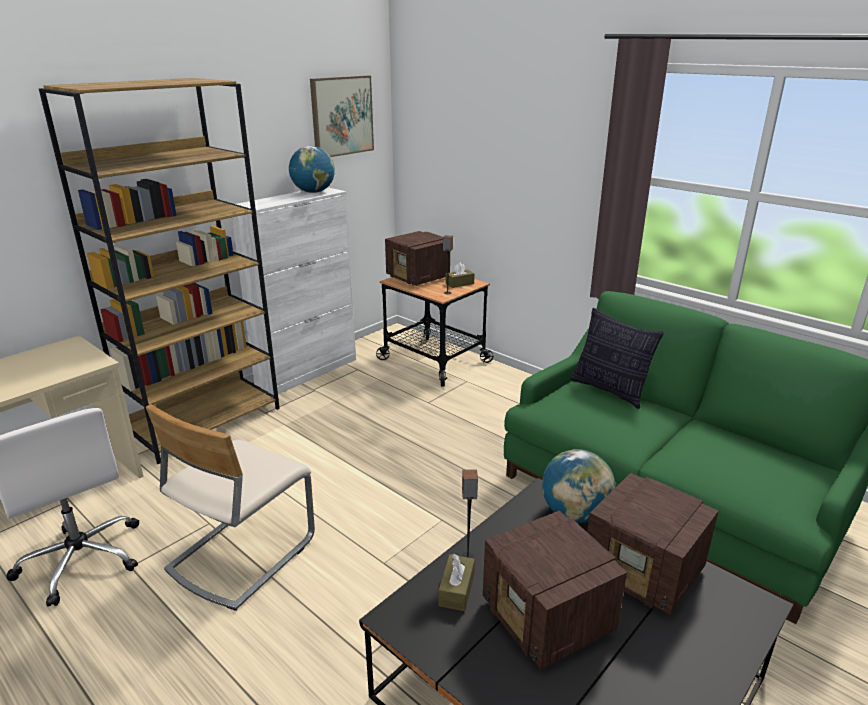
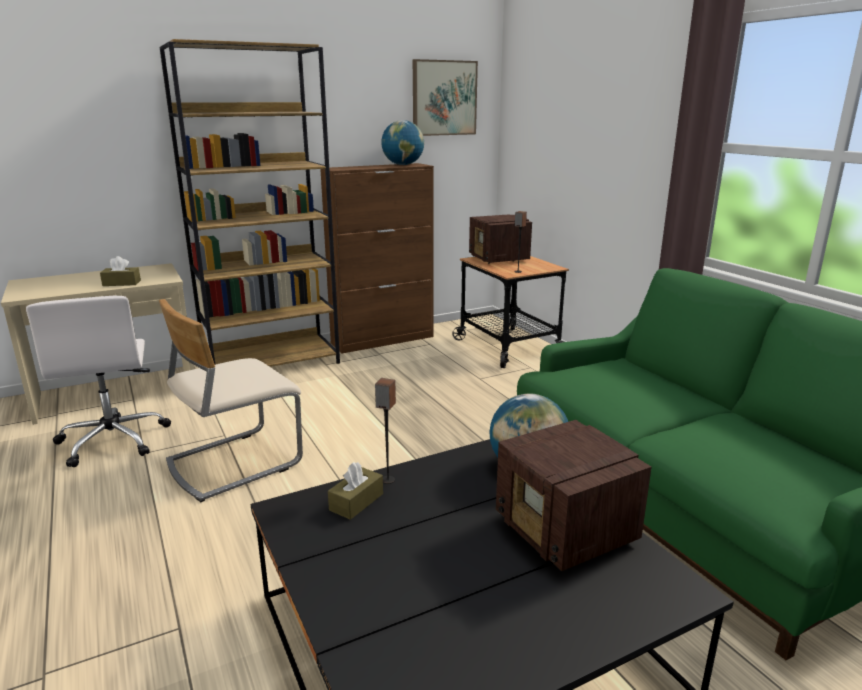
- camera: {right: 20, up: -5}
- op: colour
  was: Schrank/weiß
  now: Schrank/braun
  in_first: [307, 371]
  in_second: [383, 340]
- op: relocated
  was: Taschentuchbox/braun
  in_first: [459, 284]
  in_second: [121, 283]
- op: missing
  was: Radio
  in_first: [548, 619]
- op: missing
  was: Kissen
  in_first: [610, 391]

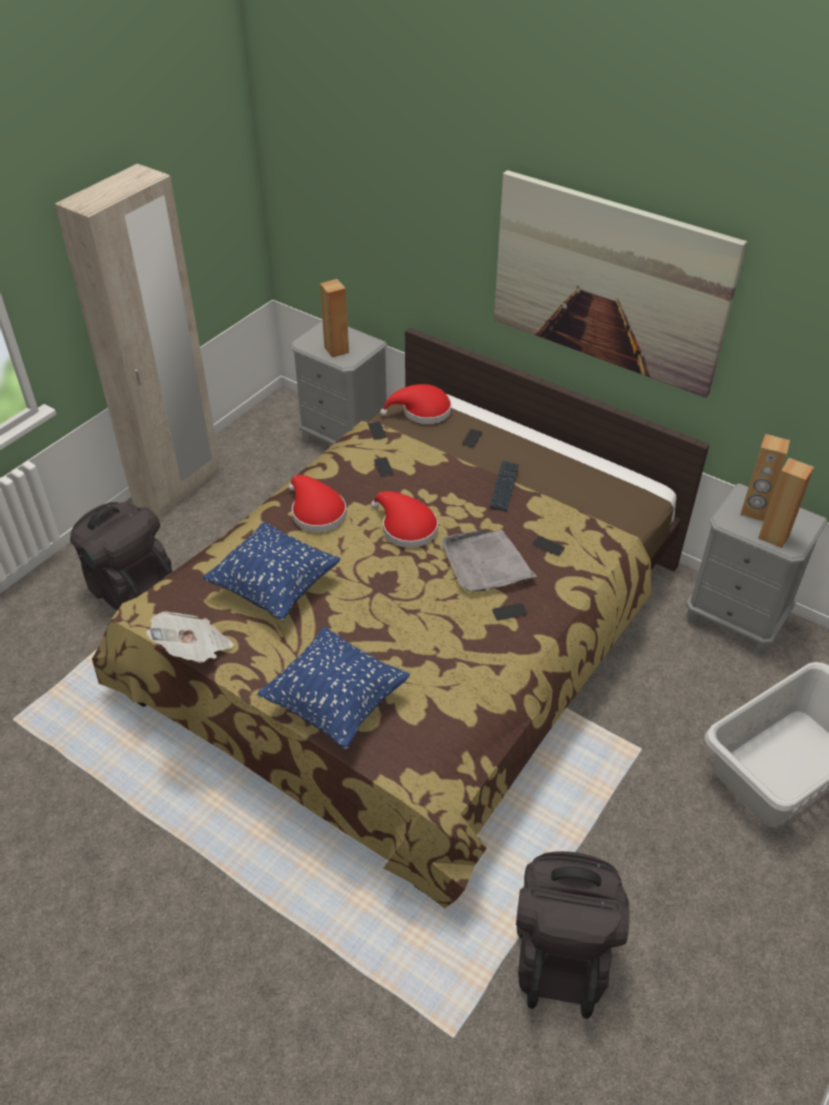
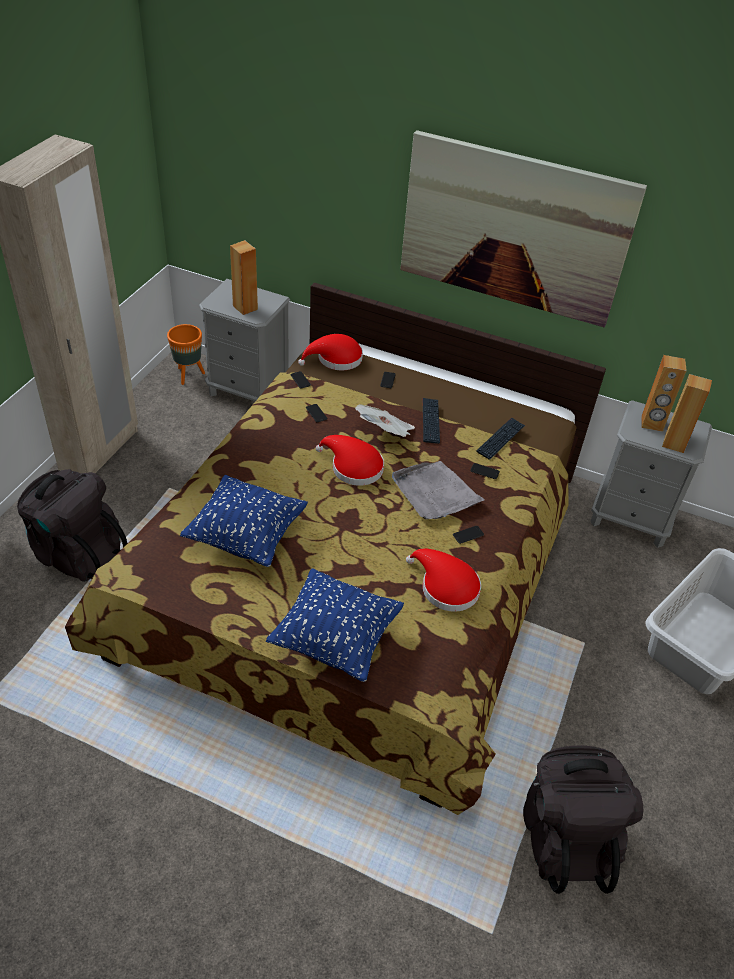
- camera: {right: -15, up: 0}
- op: relocated
  was: Zeitung
  in_first: [194, 650]
  in_second: [385, 433]
- op: relocated
  was: Hut/rot
  in_first: [316, 512]
  in_second: [445, 587]
- op: appeared
  now: Pflanzkübel/orange
  in_second: [188, 375]
- op: appeared
  now: Tastatur
  in_second: [500, 439]

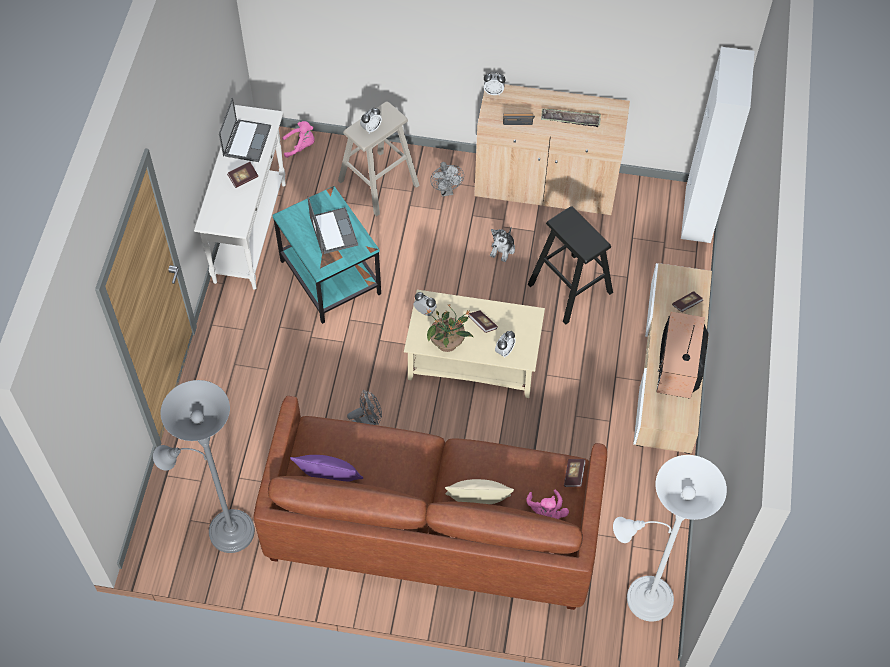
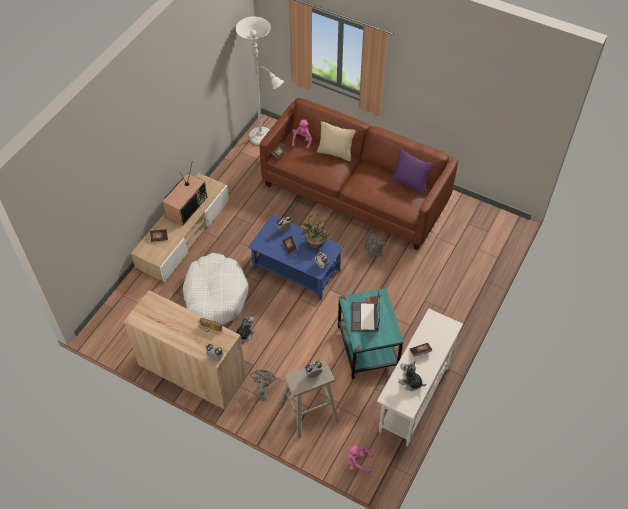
- camera: {right: -160, up: -5}
- op: missing
  was: Stehlampe/grau
  in_first: [225, 531]
- op: exchanged
  was: Laptop
  now: Plüschtier
  in_first: [247, 140]
  in_second: [410, 382]
- op: colour
  was: Couchtisch/beige
  now: Couchtisch/blau
  in_first: [472, 361]
  in_second: [297, 269]
- op: exchanged
  was: Hocker/schwarz
  now: Hundebett/weiß
  in_first: [569, 288]
  in_second: [215, 295]
- op: missing
  was: Tablett
  in_first: [570, 120]
- op: missing
  was: Schrank/weiß
  in_first: [698, 214]

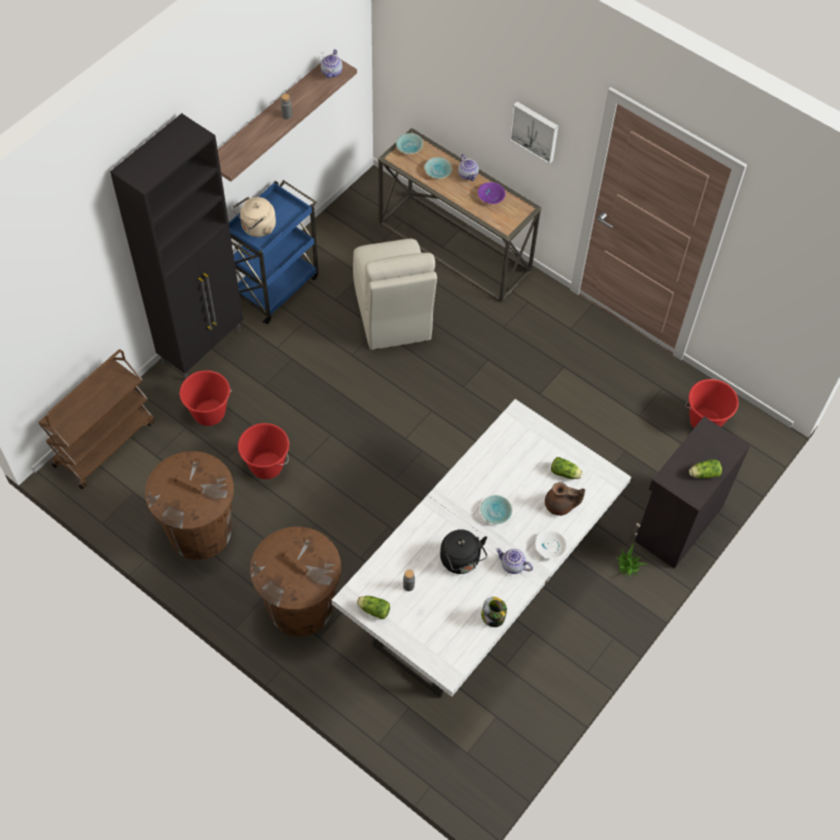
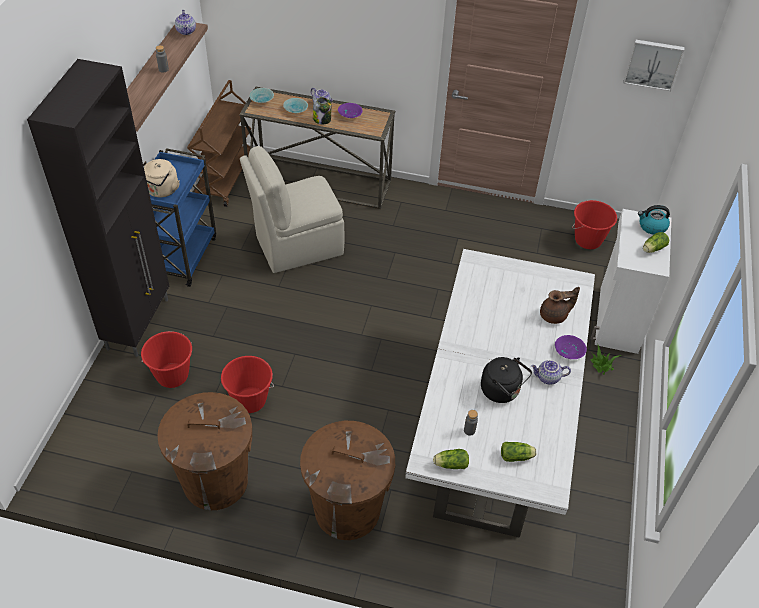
- camera: {right: -25, up: -10}
- op: relocated
  was: Rollwagen/braun
  in_first: [104, 442]
  in_second: [224, 177]
- op: spun
  was: Stuhl/beige
  in_first: [392, 315]
  in_second: [297, 245]
  clockwise: 105
- op: missing
  was: Schüssel/türkis
  in_first: [496, 512]
- op: relocated
  was: Vorratsglas
  in_first: [493, 617]
  in_second: [322, 119]
- op: relocated
  was: Bild
  in_first: [535, 131]
  in_second: [653, 64]
- op: colour
  was: Schüssel/weiß
  now: Schüssel/lila
  in_first: [550, 546]
  in_second: [568, 351]
- op: relocated
  was: Salatkopf
  in_first: [566, 473]
  in_second: [517, 456]
- op: colour
  was: Schrank/schwarz
  now: Schrank/weiß
  in_first: [677, 523]
  in_second: [617, 319]
- op: appeared
  now: Wasserkessel
  in_second: [652, 227]

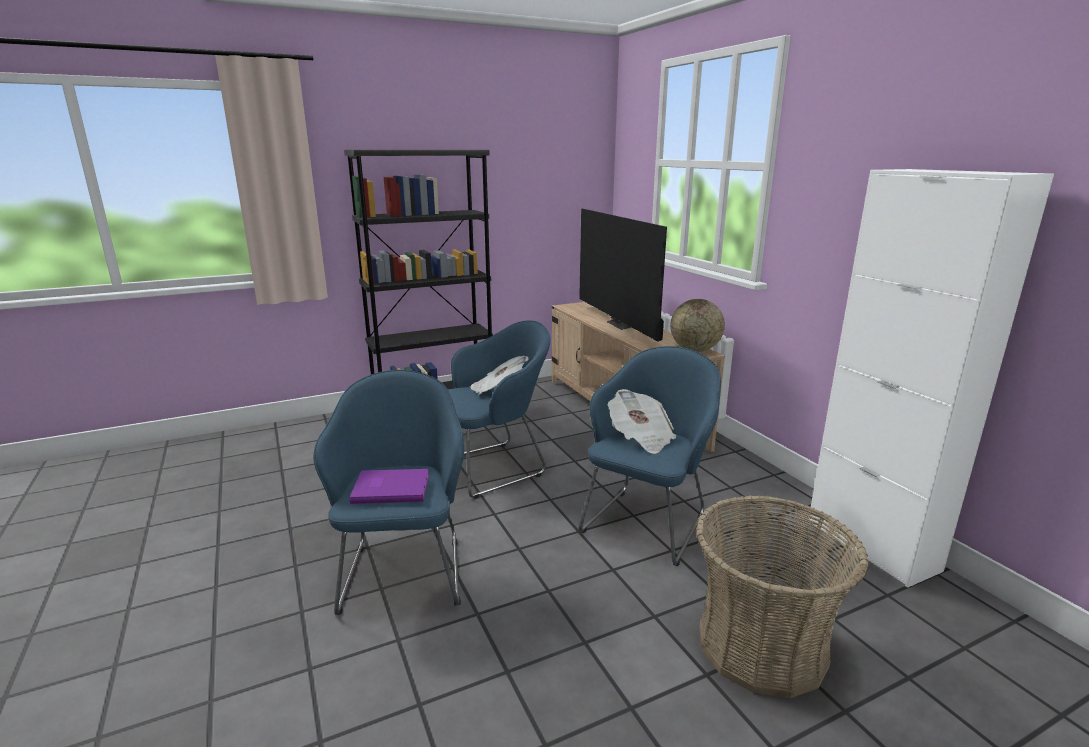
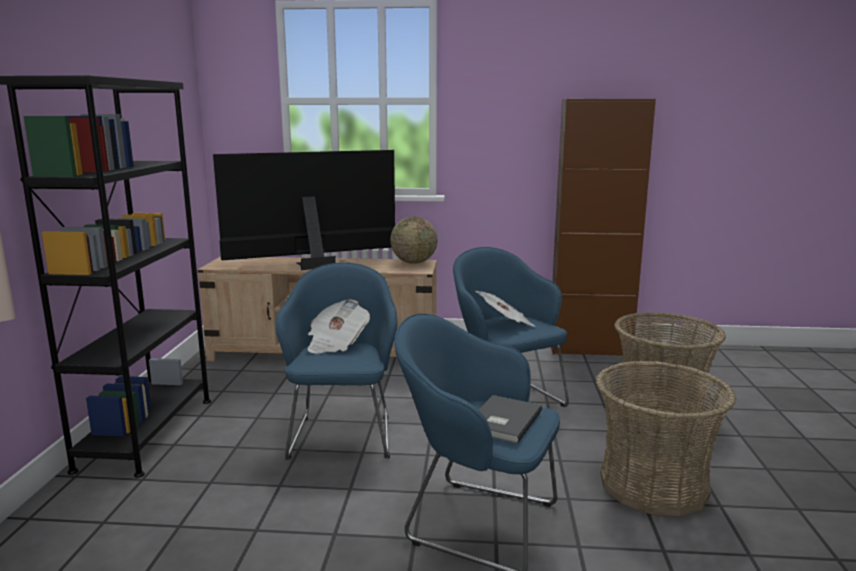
- camera: {right: -60, up: -5}
- op: colour
  was: Buch/lila
  now: Buch/grau
  in_first: [390, 488]
  in_second: [501, 421]
- op: spun
  was: Fernseher
  in_first: [623, 324]
  in_second: [313, 263]
  clockwise: 150
- op: colour
  was: Schrank/weiß
  now: Schrank/braun
  in_first: [871, 545]
  in_second: [589, 349]
- op: appeared
  now: Korb
  in_second: [653, 484]

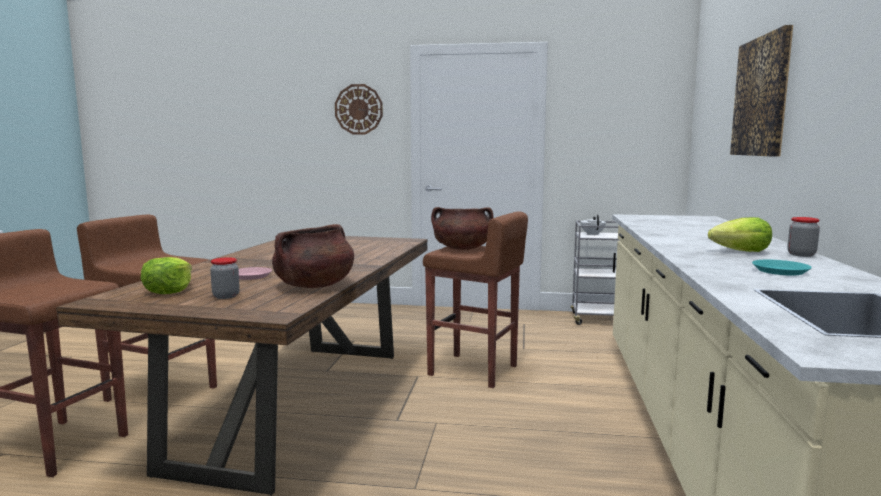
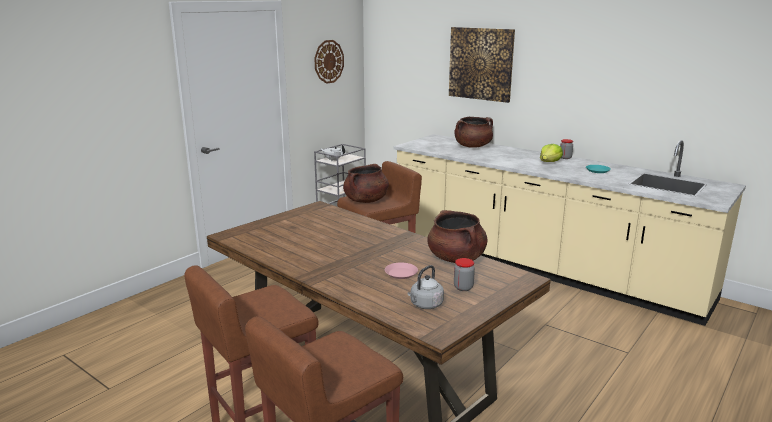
- camera: {right: -60, up: 10}
- op: exchanged
  was: Salatkopf
  now: Wasserkessel/grau
  in_first: [169, 291]
  in_second: [425, 305]
- op: relocated
  was: Wanduhr
  in_first: [358, 109]
  in_second: [328, 61]
- op: appeared
  now: Kochtopf/braun
  in_second: [473, 146]

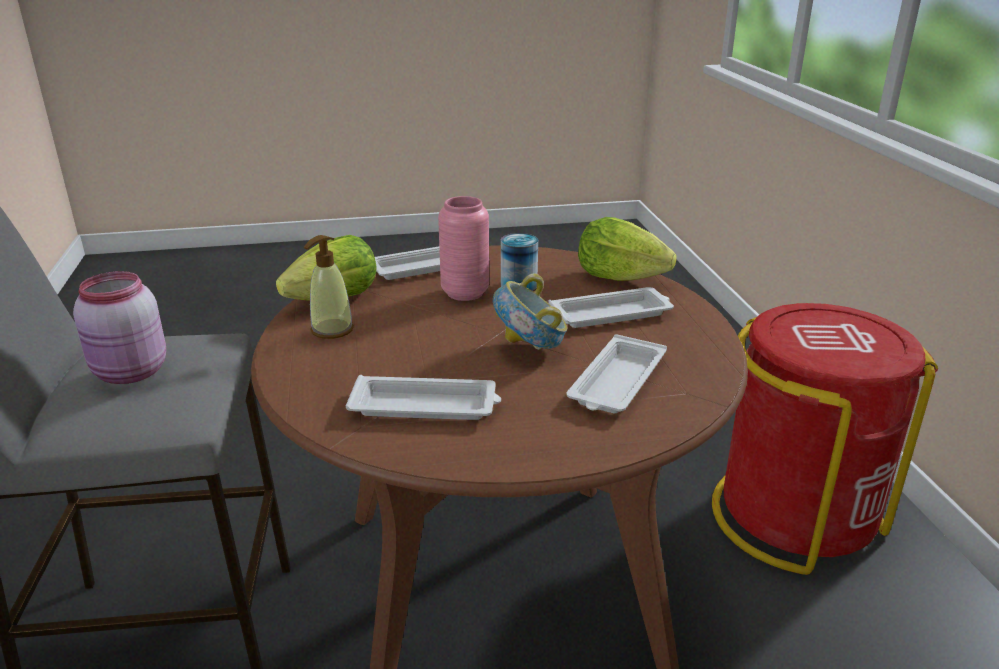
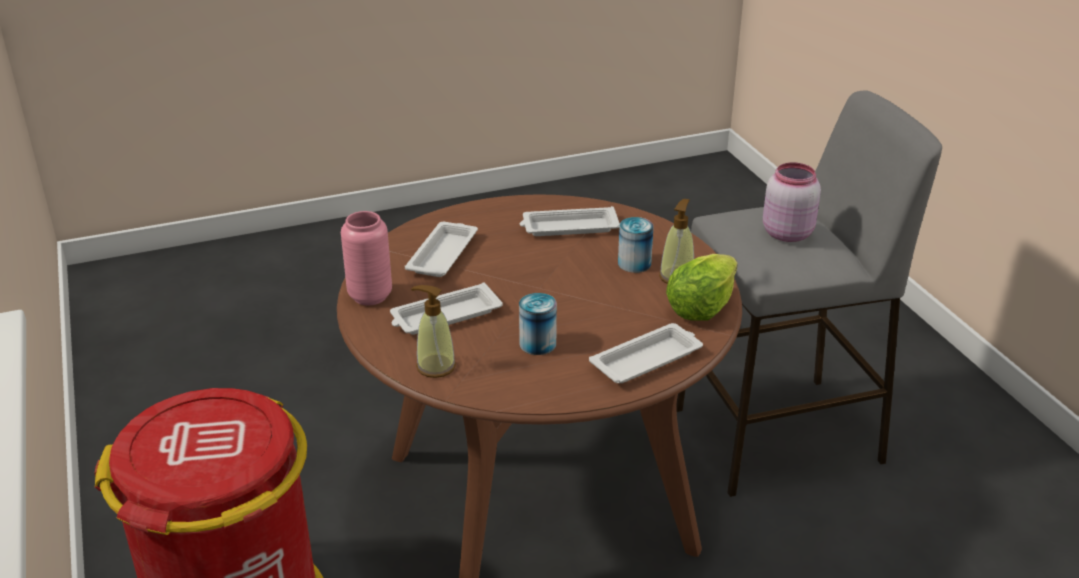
- camera: {right: 170, up: 5}
- op: relocated
  was: Vase/rosa
  in_first: [465, 293]
  in_second: [370, 296]
- op: missing
  was: Schüssel
  in_first: [530, 350]
- op: exchanged
  was: Salatkopf
  now: Seifenspender
  in_first: [619, 277]
  in_second: [435, 366]
- op: appeared
  now: Dose
  in_second: [634, 263]

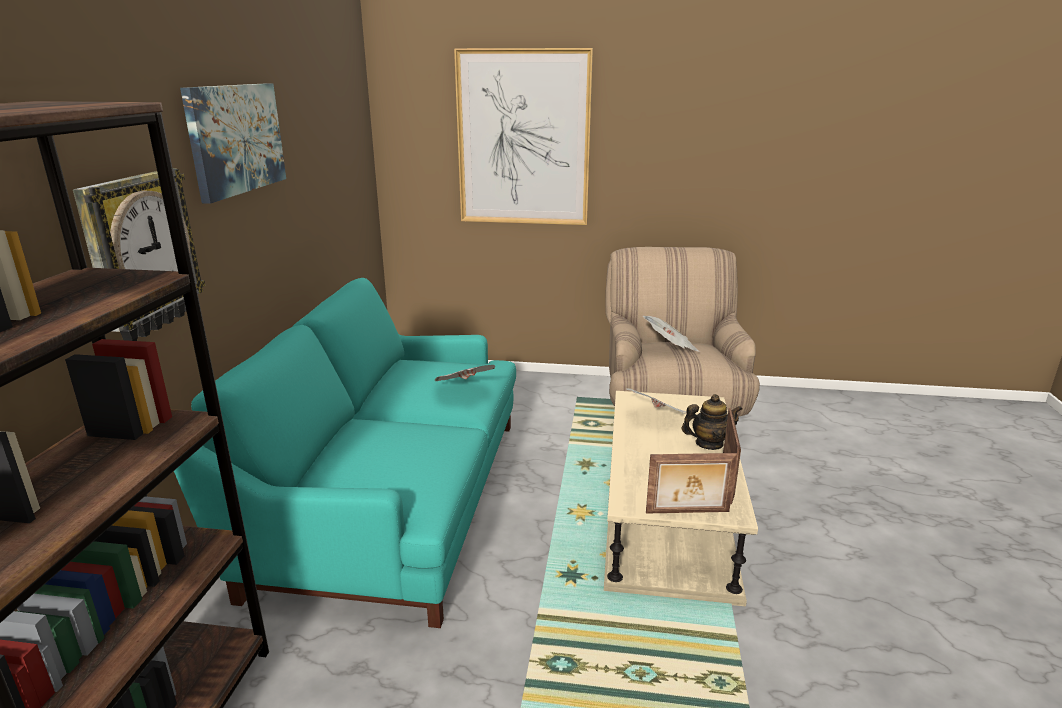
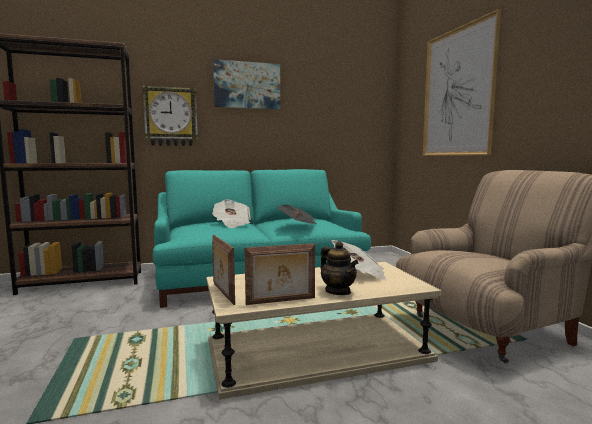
- camera: {right: 65, up: -15}
- op: relocated
  was: Zeitung
  in_first: [670, 347]
  in_second: [232, 224]

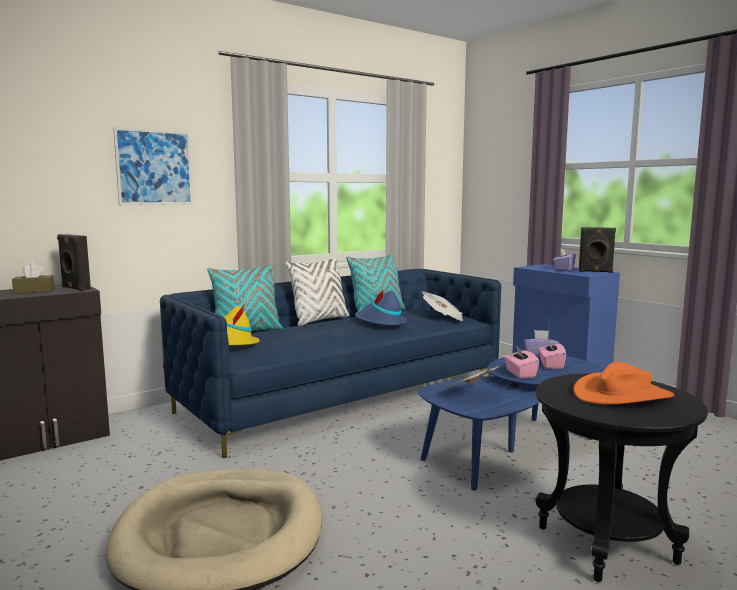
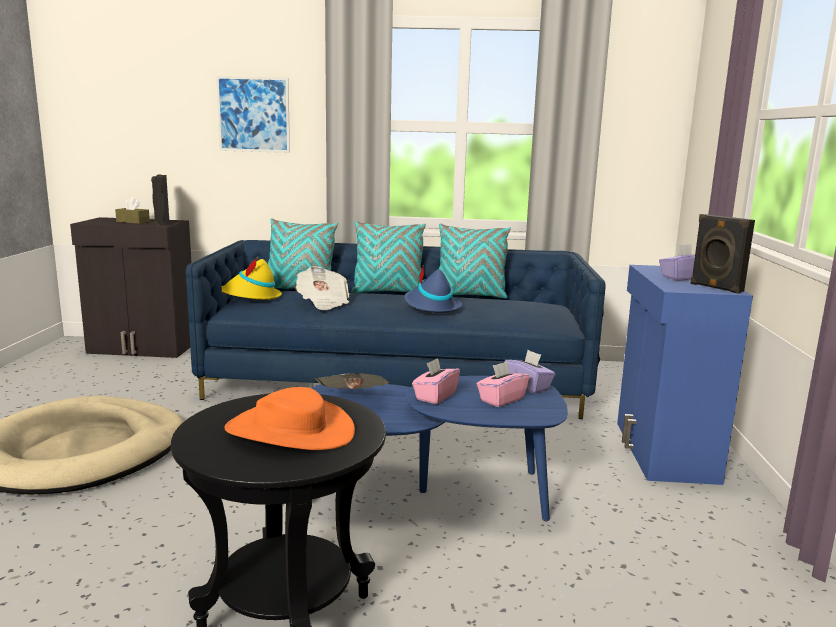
- camera: {right: 40, up: 5}
- op: colour
  was: Kissen/weiß
  now: Kissen/türkis
  in_first: [319, 320]
  in_second: [388, 292]
- op: relocated
  was: Zeitung
  in_first: [443, 318]
  in_second: [323, 303]

